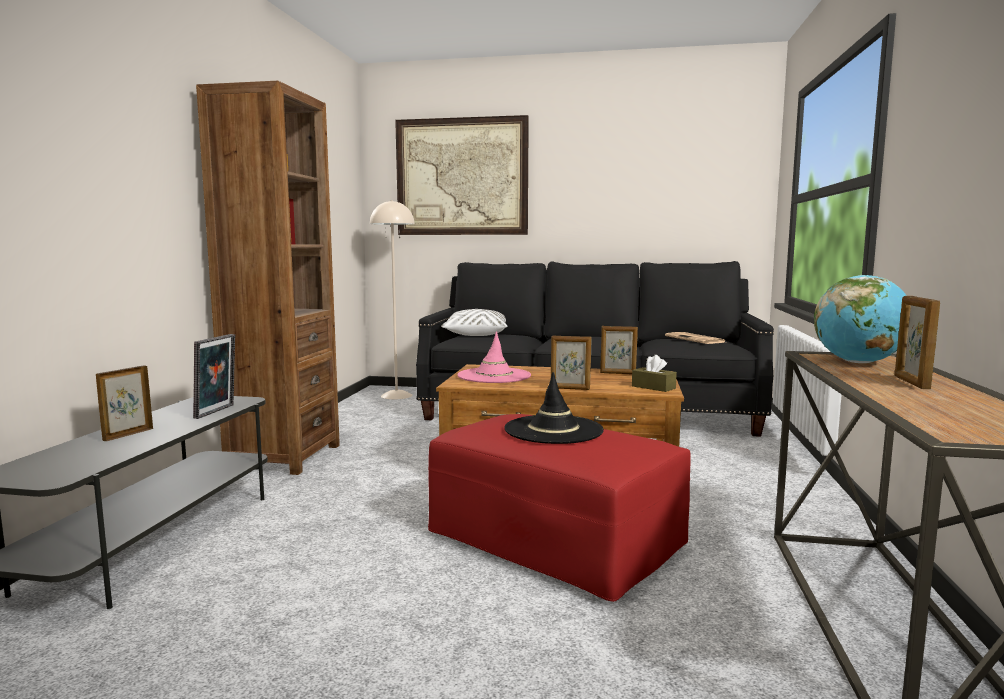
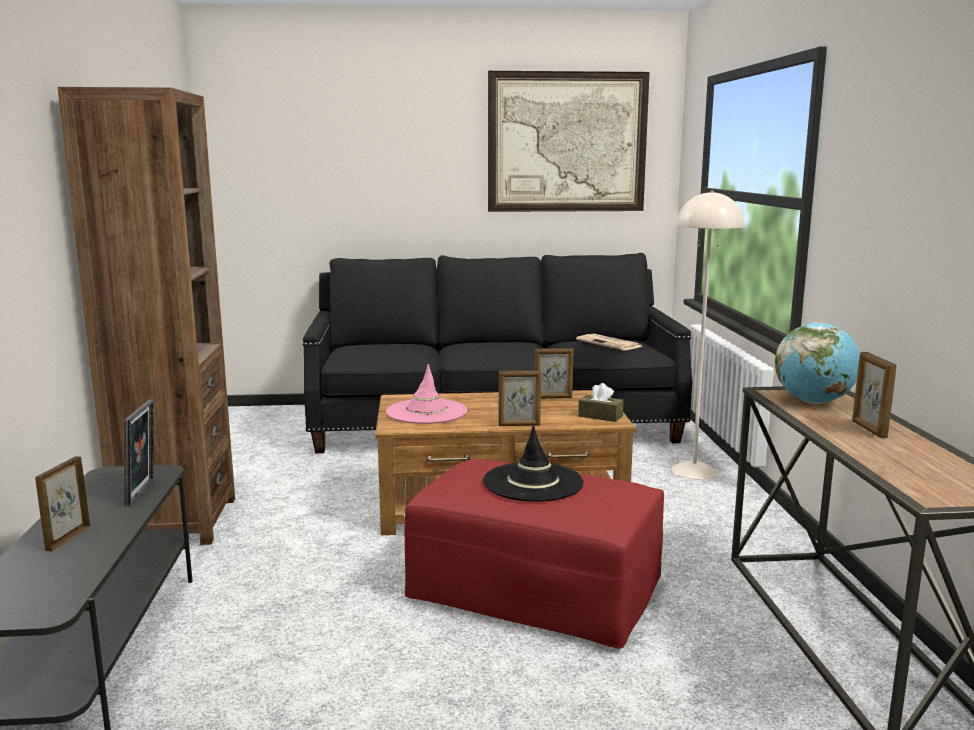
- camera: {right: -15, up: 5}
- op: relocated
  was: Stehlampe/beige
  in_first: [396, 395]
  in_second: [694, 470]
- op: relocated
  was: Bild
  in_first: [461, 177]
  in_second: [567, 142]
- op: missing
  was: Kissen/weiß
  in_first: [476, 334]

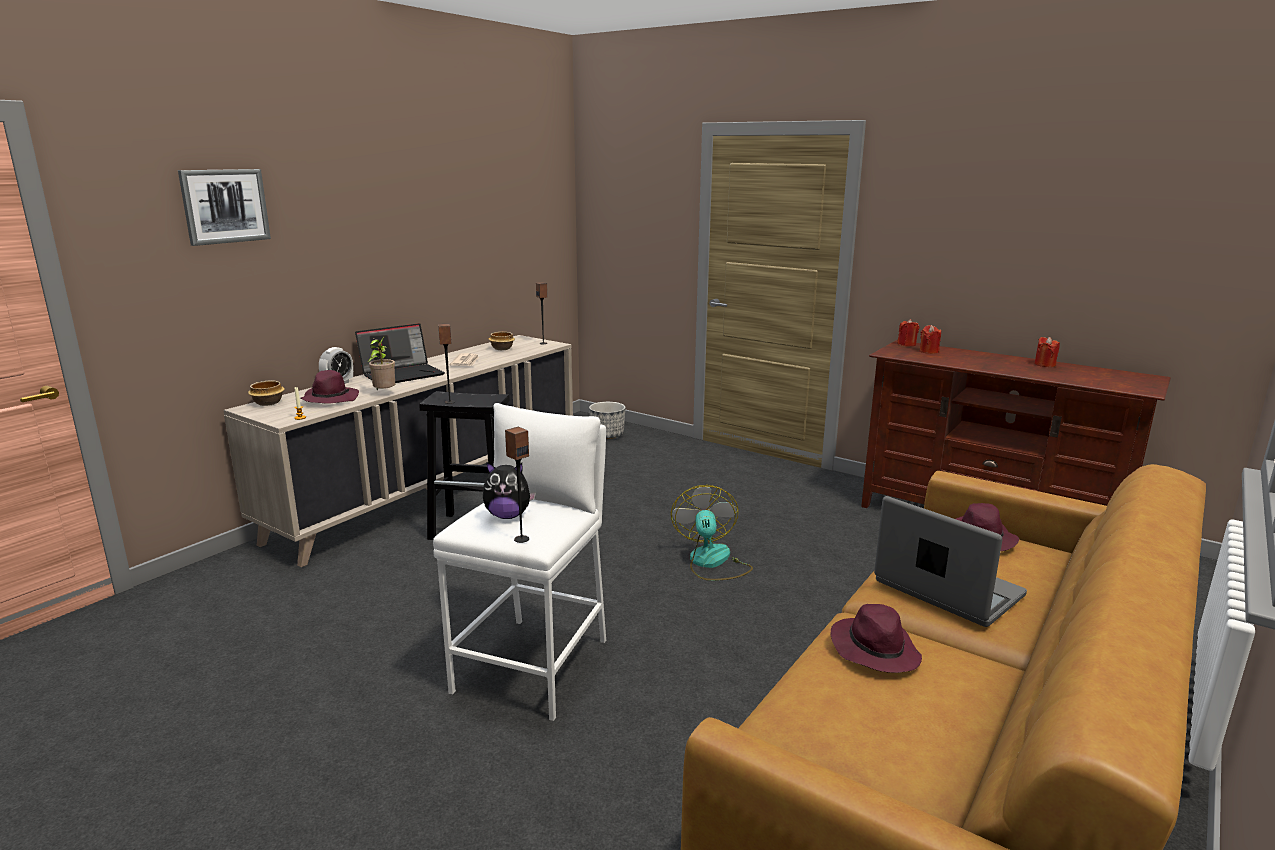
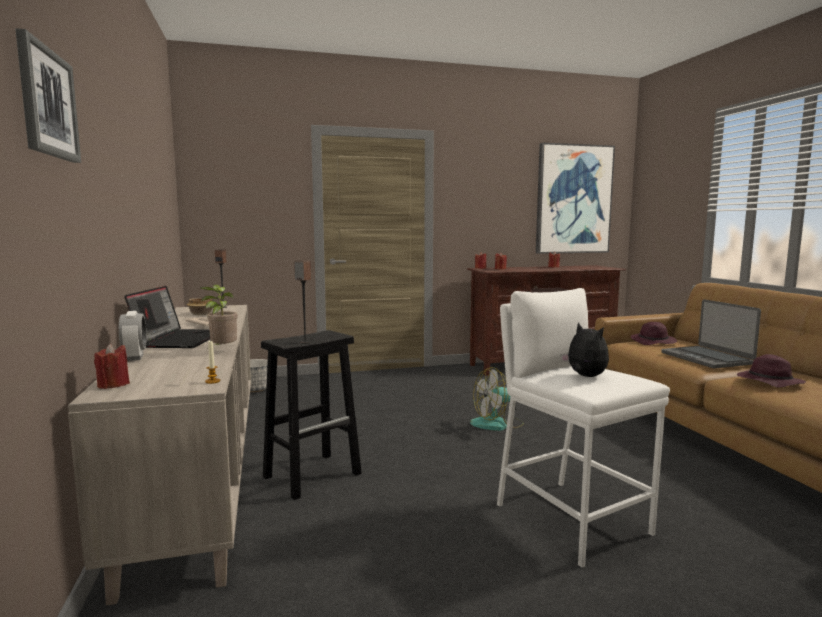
- camera: {right: -50, up: -10}
- op: exchanged
  was: Schüssel
  now: Kerze/rot
  in_first: [269, 403]
  in_second: [113, 385]
- op: missing
  was: Hut/lila
  in_first: [330, 398]
- op: spun
  was: Plüschtier
  in_first: [508, 516]
  in_second: [585, 376]
  clockwise: -75
- op: missing
  was: Lautsprecher
  in_first: [521, 539]
- op: spun
  was: Ventilator
  in_first: [712, 562]
  in_second: [497, 424]
  clockwise: -60
- op: spun
  was: Laptop
  in_first: [947, 589]
  in_second: [706, 358]
  clockwise: -105
- op: appeared
  now: Bild
  in_second: [573, 199]

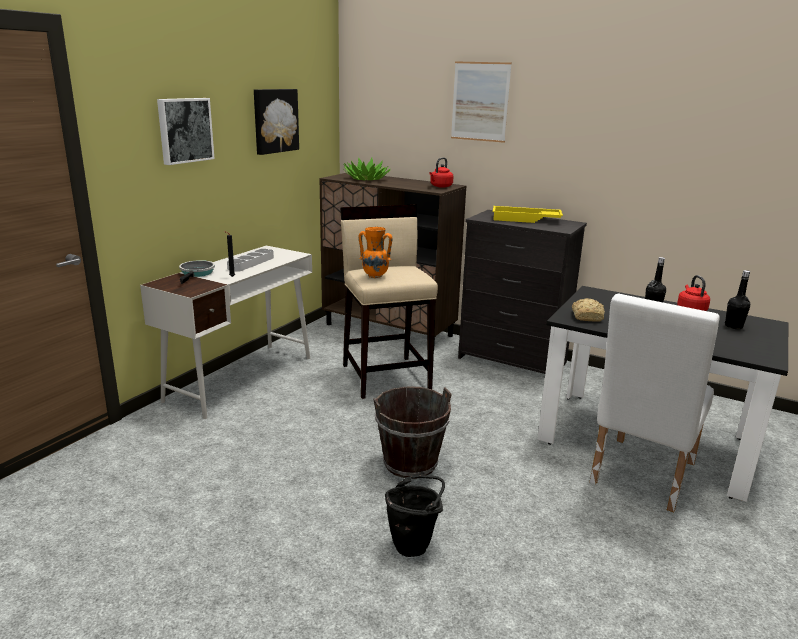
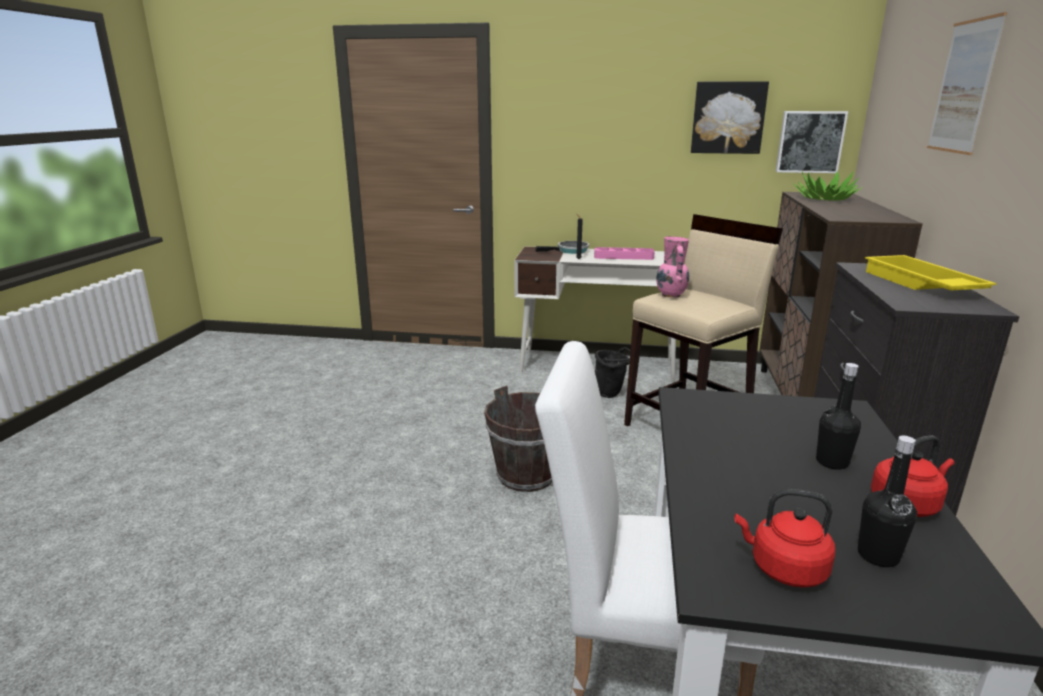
- camera: {right: 70, up: 0}
- op: relocated
  was: Bild
  in_first: [184, 130]
  in_second: [810, 142]
- op: colour
  was: Tablett/grau
  now: Tablett/rosa
  in_first: [251, 263]
  in_second: [623, 257]
- op: colour
  was: Vase/orange
  now: Vase/rosa
  in_first: [374, 276]
  in_second: [671, 295]
- op: relocated
  was: Eimer/schwarz
  in_first: [414, 544]
  in_second: [611, 394]
- op: relocated
  was: Wasserkessel/rot
  in_first: [440, 186]
  in_second: [783, 569]
- op: missing
  was: Brot
  in_first: [587, 317]

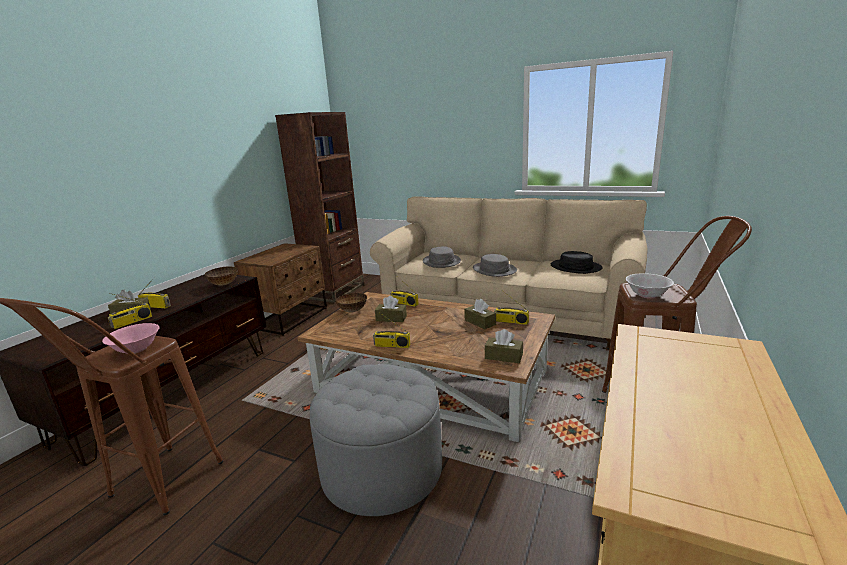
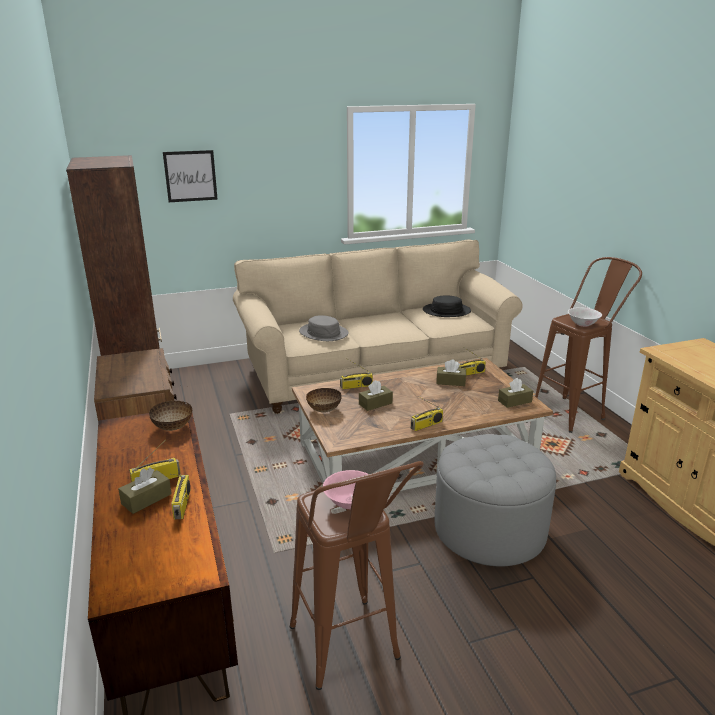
- camera: {right: -45, up: 5}
- op: missing
  was: Hut/grau
  in_first: [494, 270]
- op: appeared
  now: Bild
  in_second: [190, 176]

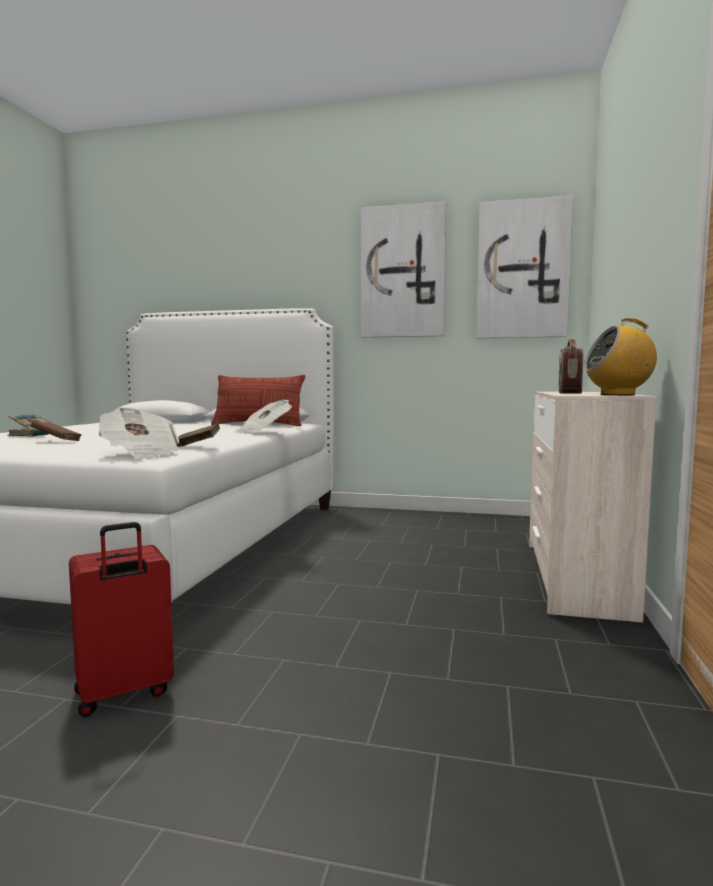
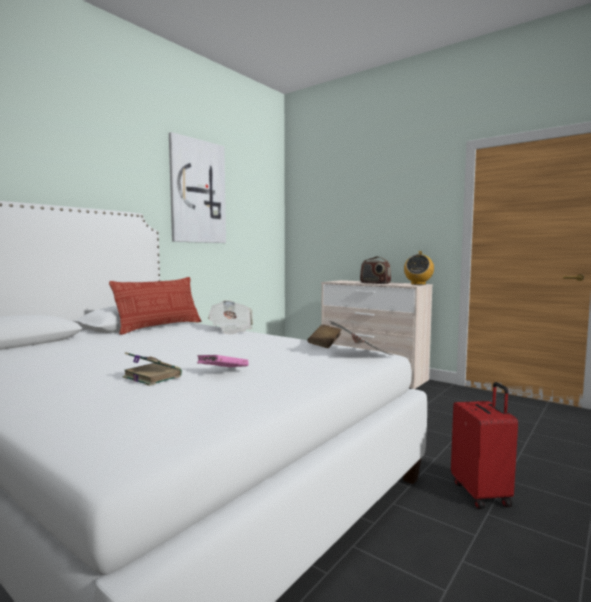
- camera: {right: -65, up: 0}
- op: colour
  was: Buch/braun
  now: Buch/rosa
  in_first: [57, 441]
  in_second: [223, 372]
- op: missing
  was: Bild
  in_first: [522, 270]

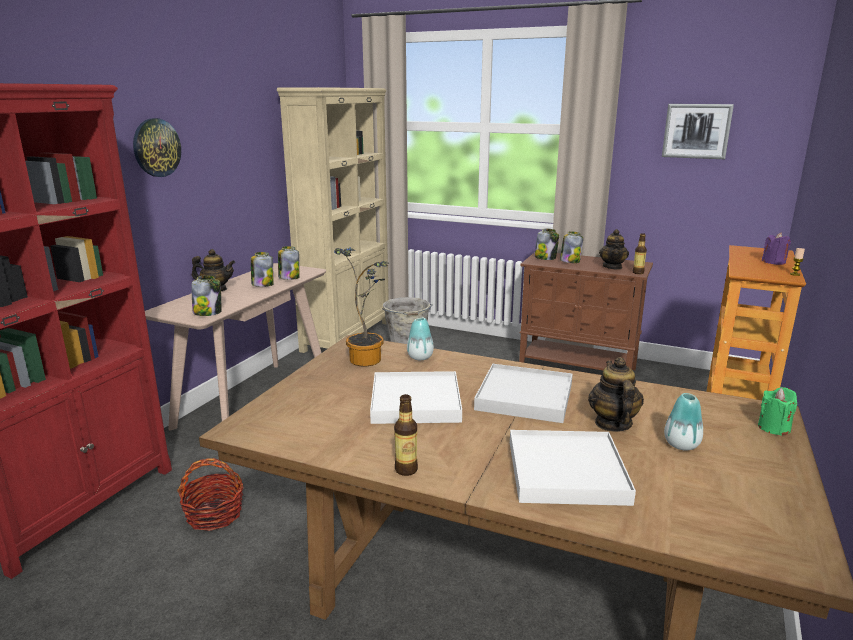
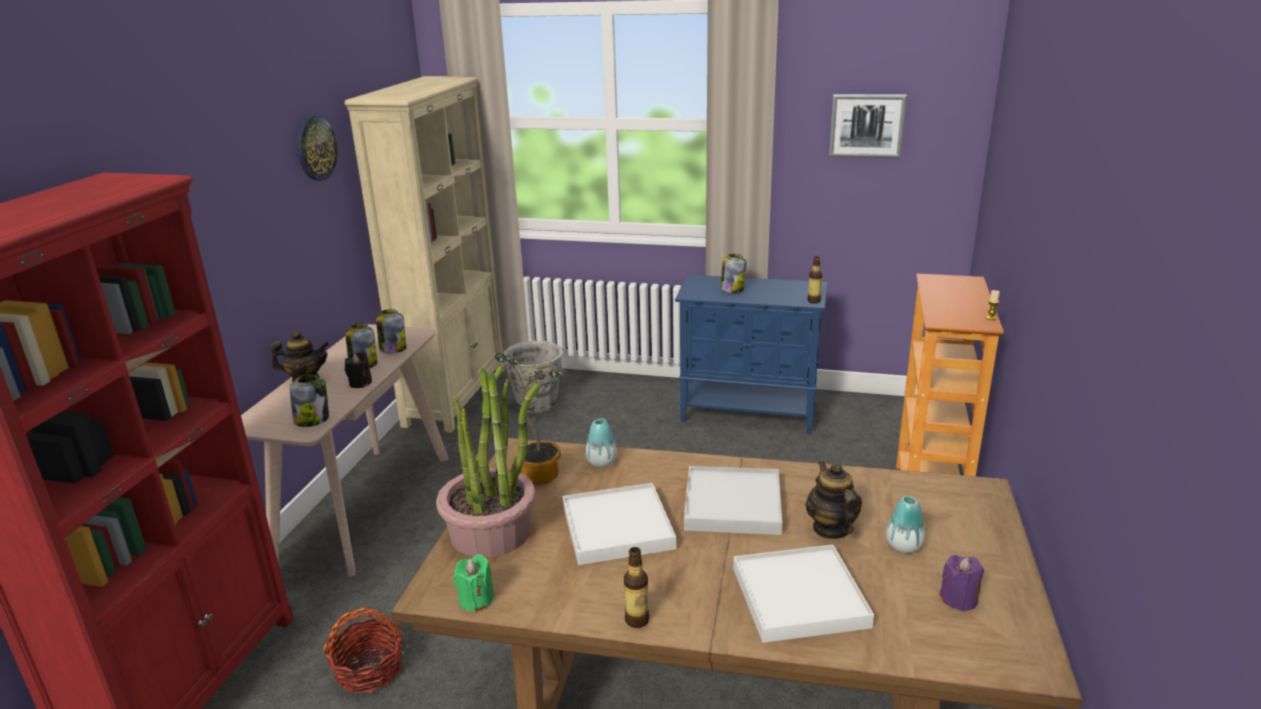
- camera: {right: -10, up: 5}
- op: relocated
  was: Wanduhr
  in_first: [156, 147]
  in_second: [315, 148]
- op: colour
  was: Schrank/braun
  now: Schrank/blau
  in_first: [578, 369]
  in_second: [750, 413]
- op: missing
  was: Vorratsglas
  in_first: [545, 258]
- op: missing
  was: Teekanne
  in_first: [612, 267]
- op: relocated
  was: Kerze/grün
  in_first: [774, 428]
  in_second: [476, 600]
- op: relocated
  was: Kerze/lila
  in_first: [774, 262]
  in_second: [959, 599]
- op: appeared
  now: Kerze/schwarz
  in_second: [360, 383]
- op: appeared
  now: Topfpflanze
  in_second: [492, 532]

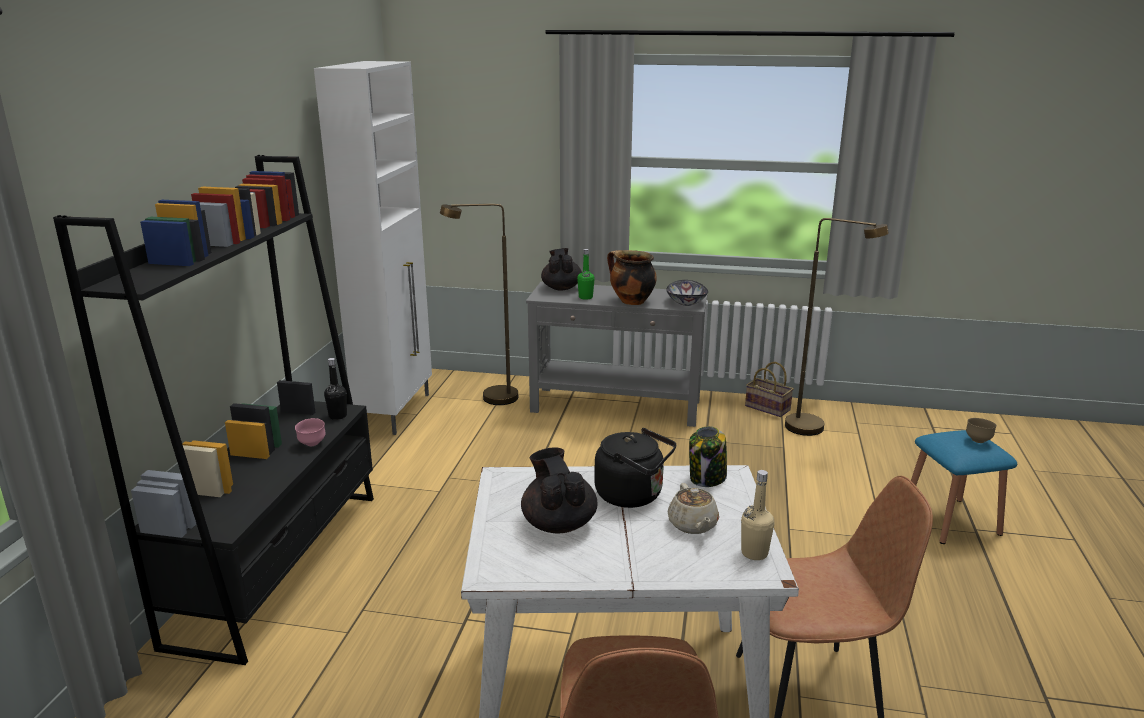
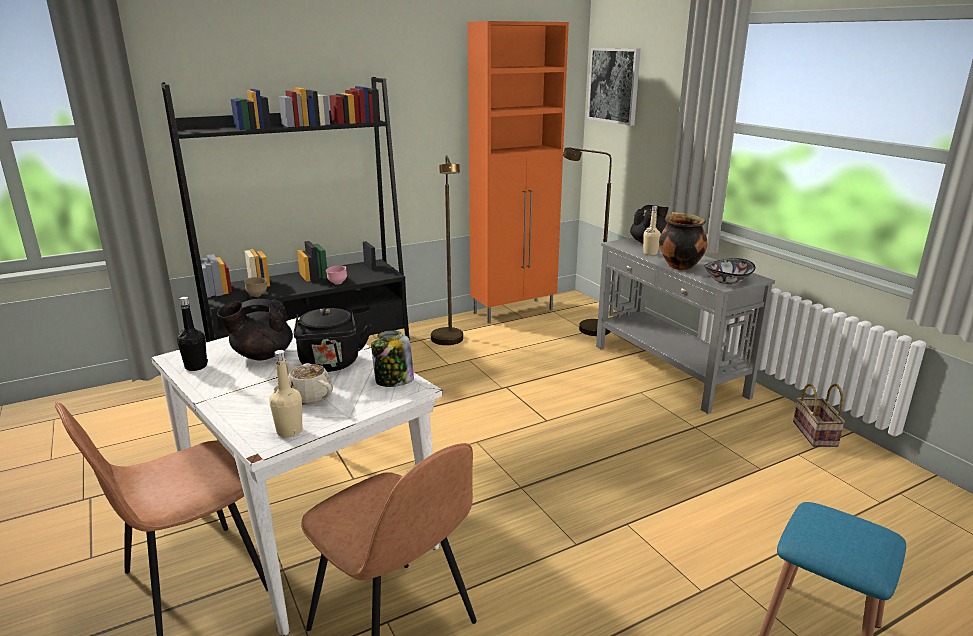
- camera: {right: 50, up: 0}
- op: colour
  was: Schrank/weiß
  now: Schrank/orange
  in_first: [396, 411]
  in_second: [514, 311]
- op: relocated
  was: Flasche/schwarz
  in_first: [338, 416]
  in_second: [196, 366]
- op: spun
  was: Teekanne/schwarz
  in_first: [558, 523]
  in_second: [262, 355]
  clockwise: -135
- op: colour
  was: Flasche/grün
  now: Flasche/beige
  in_first: [585, 297]
  in_second: [650, 253]
- op: spun
  was: Teekanne/beige
  in_first: [692, 525]
  in_second: [309, 397]
  clockwise: 90
- op: relocated
  was: Stehlampe/braun
  in_first: [815, 429]
  in_second: [449, 342]
- op: relocated
  was: Schüssel/braun
  in_first: [978, 441]
  in_second: [257, 295]
- op: appeared
  now: Bild
  in_second: [614, 85]

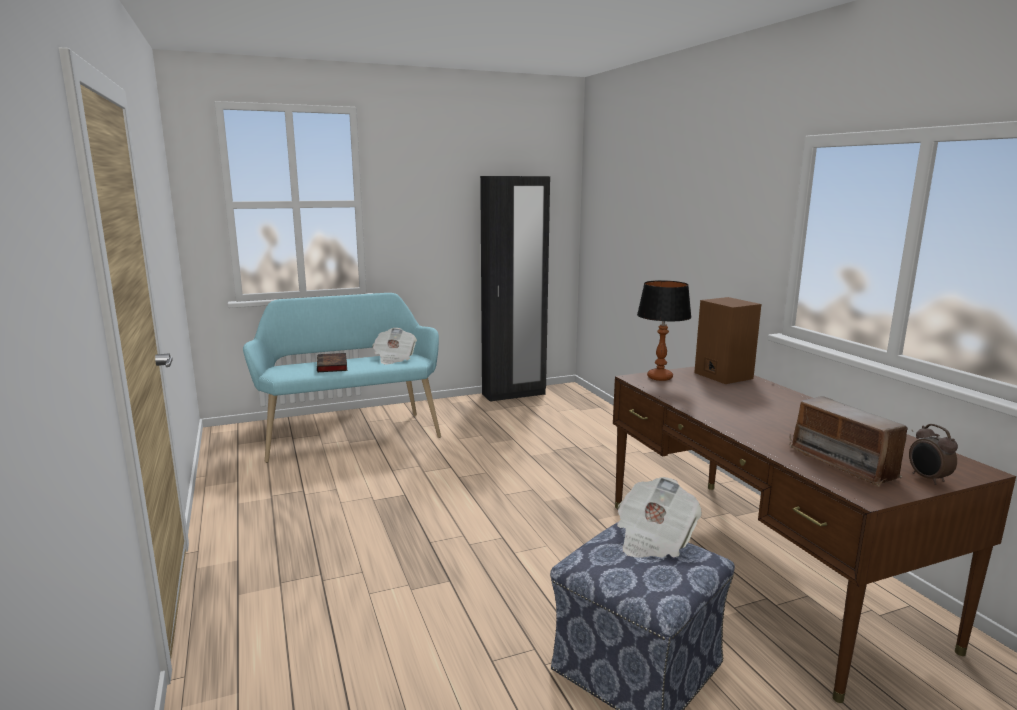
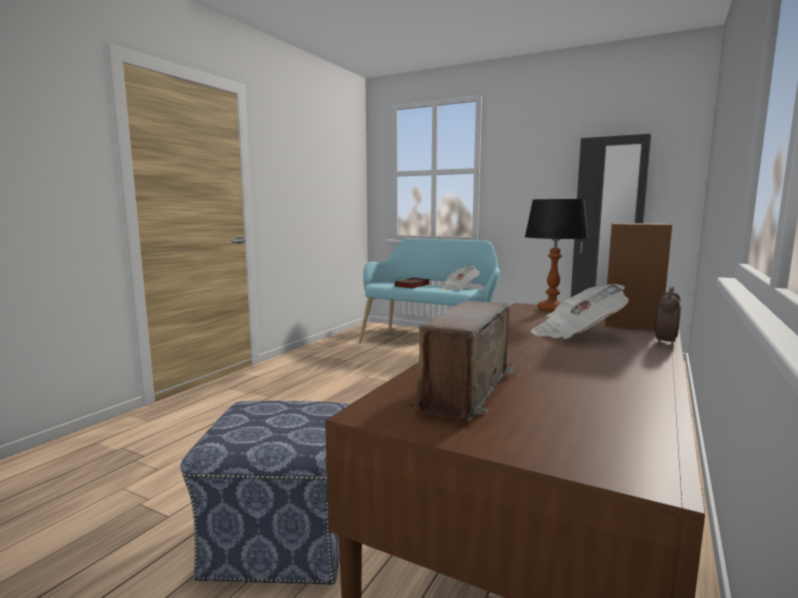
- camera: {right: 50, up: -5}
- op: relocated
  was: Zeitung
  in_first: [653, 539]
  in_second: [576, 334]
- op: relocated
  was: Wecker
  in_first: [927, 479]
  in_second: [664, 342]

